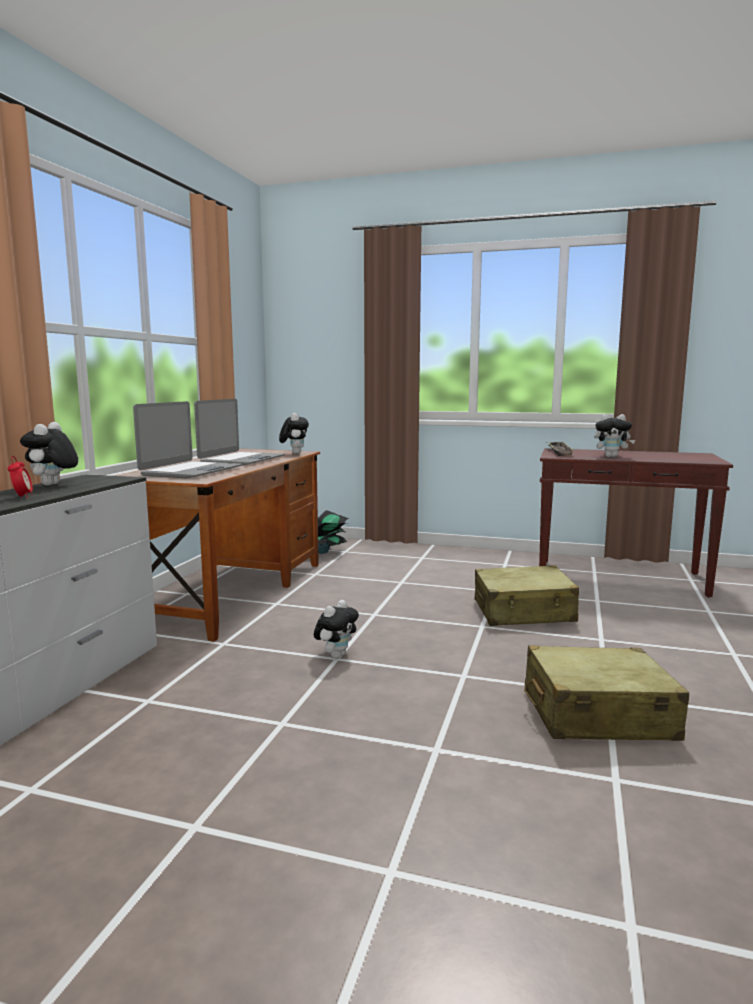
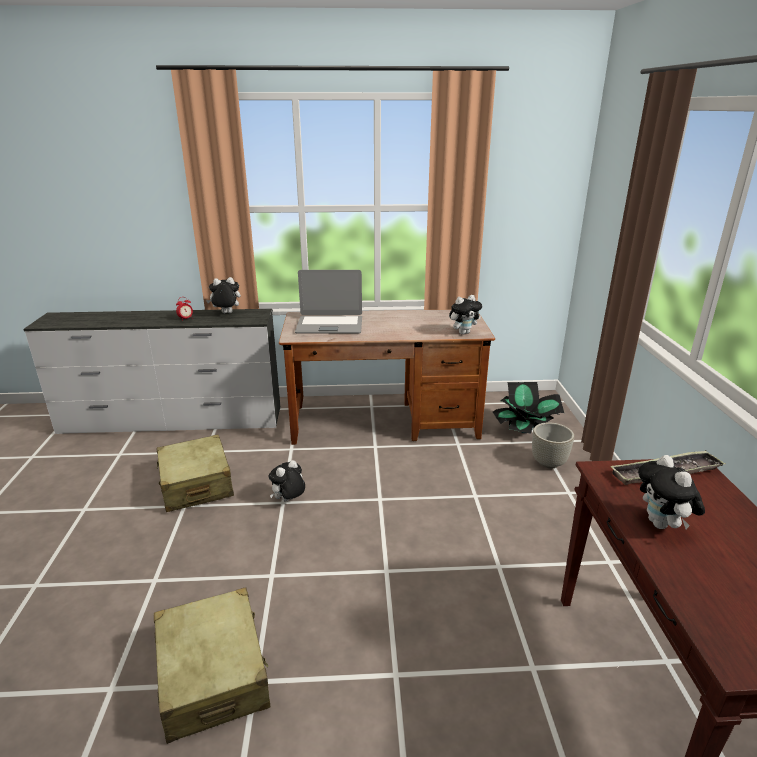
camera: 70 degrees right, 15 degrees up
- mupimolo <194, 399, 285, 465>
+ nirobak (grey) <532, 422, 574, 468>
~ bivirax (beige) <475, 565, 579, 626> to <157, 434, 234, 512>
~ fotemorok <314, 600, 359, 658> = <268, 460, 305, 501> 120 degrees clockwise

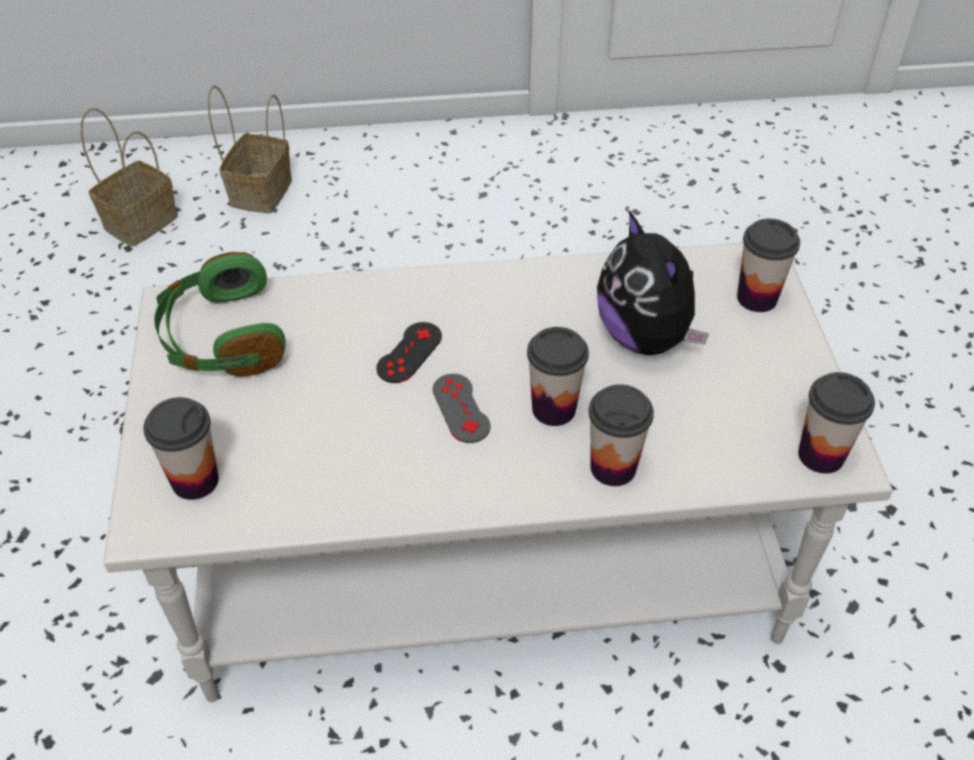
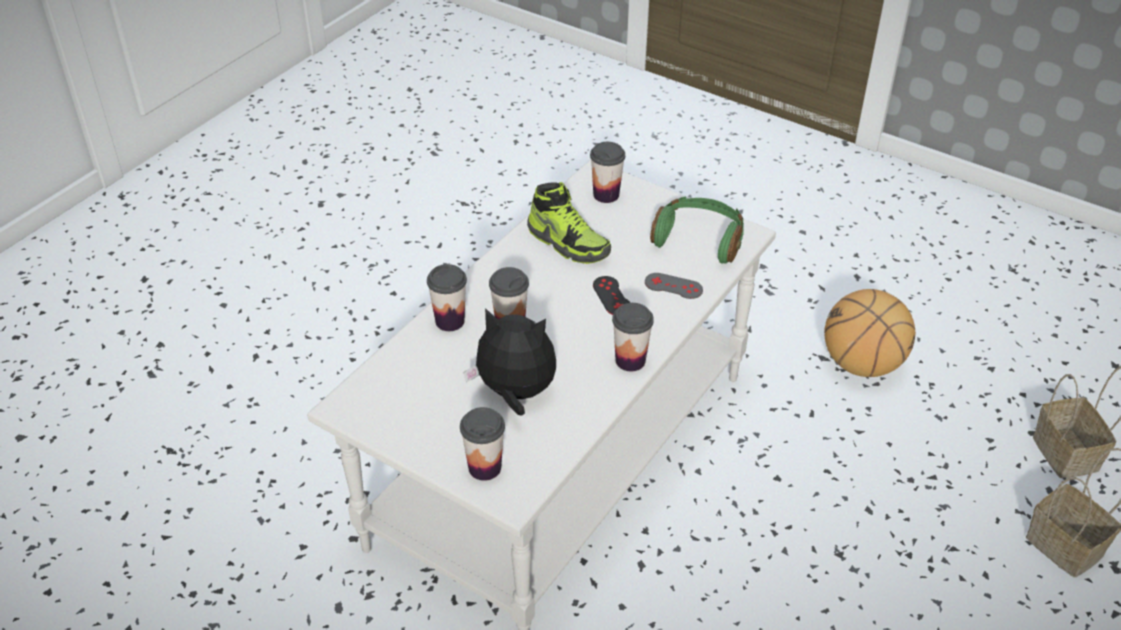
camera: 130 degrees right, 5 degrees down
+ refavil <527, 182, 611, 264>
+ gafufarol <824, 289, 916, 377>
~ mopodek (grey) <433, 374, 491, 443> to <645, 273, 703, 299>
~ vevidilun <798, 372, 875, 474> to <612, 303, 654, 371>

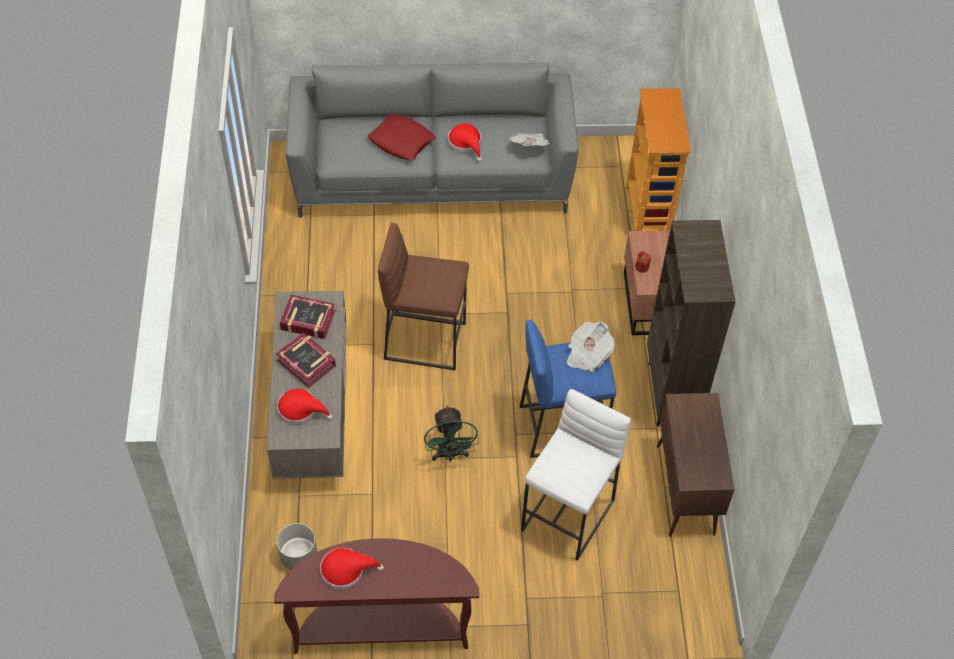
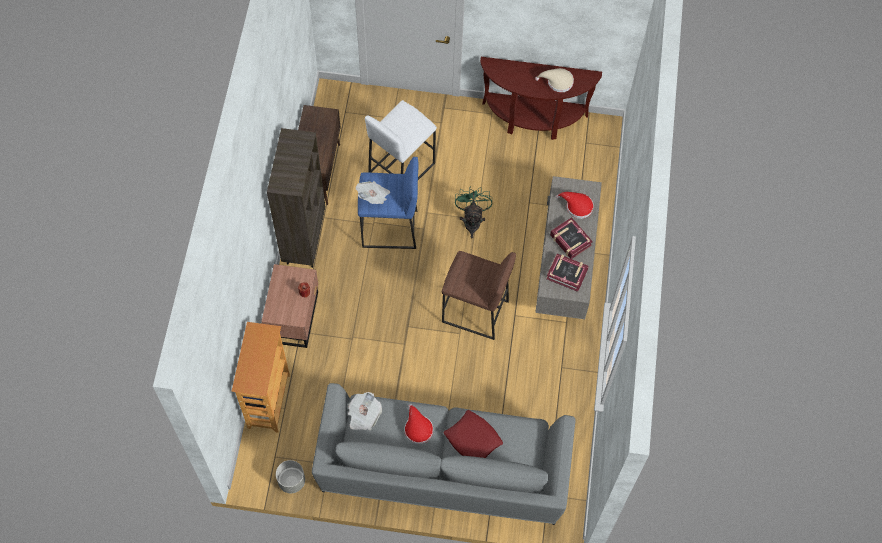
camera: 170 degrees left, 10 degrees up
~ nirobak (grey) <277, 523, 317, 570> to <276, 460, 305, 493>
~ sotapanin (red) <320, 548, 384, 589> to sotapanin (beige) <535, 68, 574, 92>

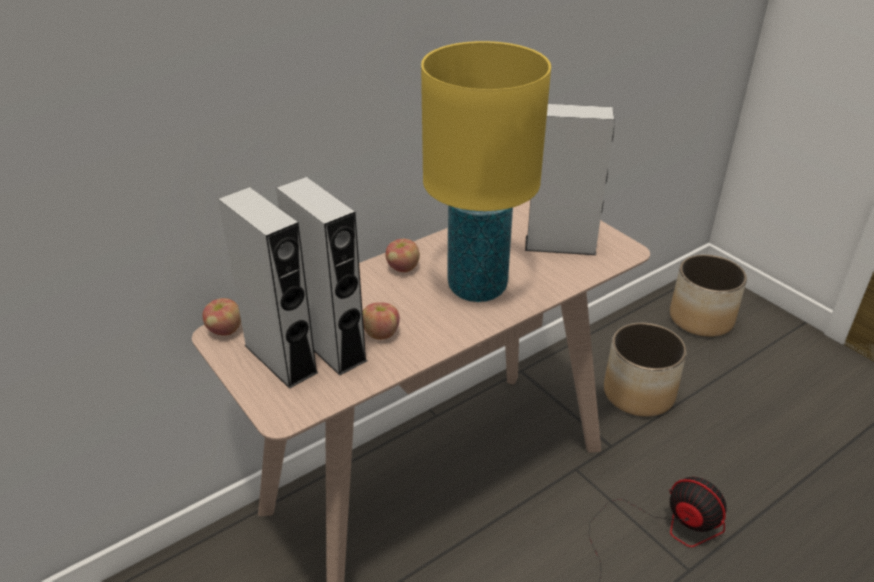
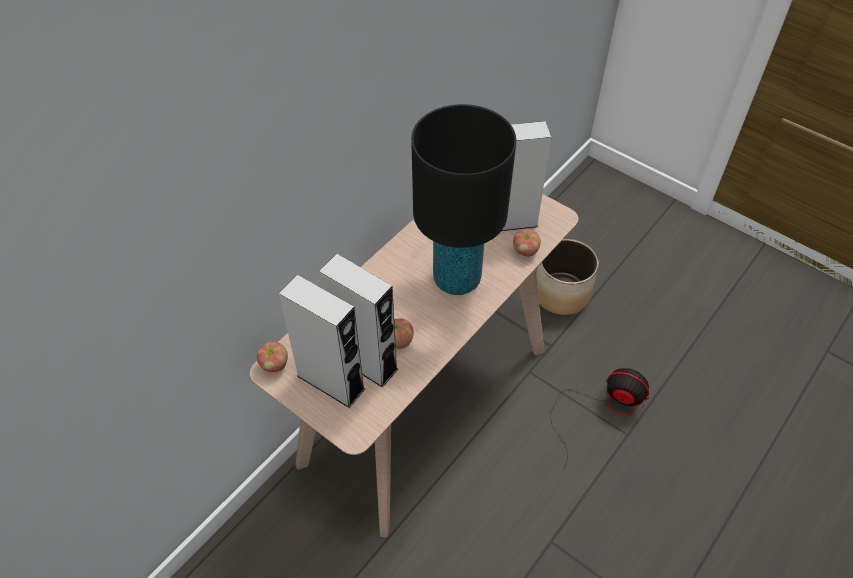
camera: 15 degrees left, 15 degrees up
- nirobak <670, 255, 747, 337>
~ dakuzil <386, 239, 420, 272> to <513, 229, 541, 256>
~ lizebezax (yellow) <421, 41, 551, 302> to lizebezax (black) <411, 104, 516, 295>

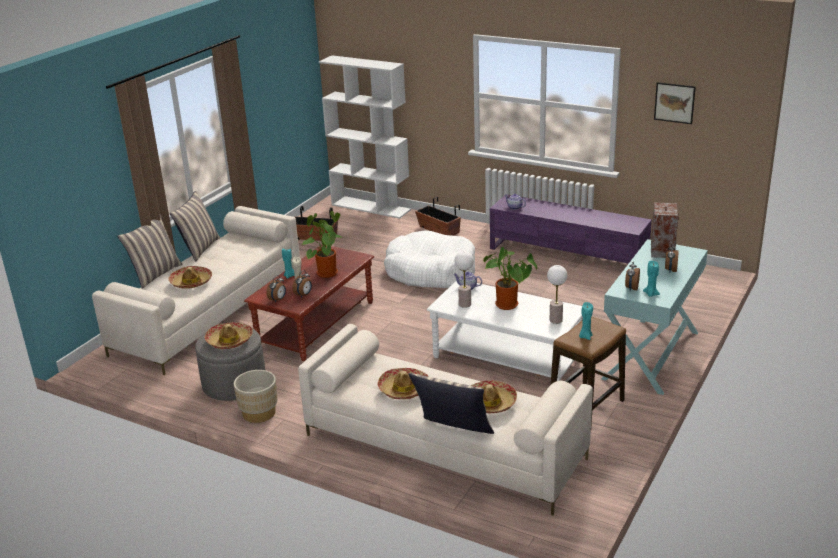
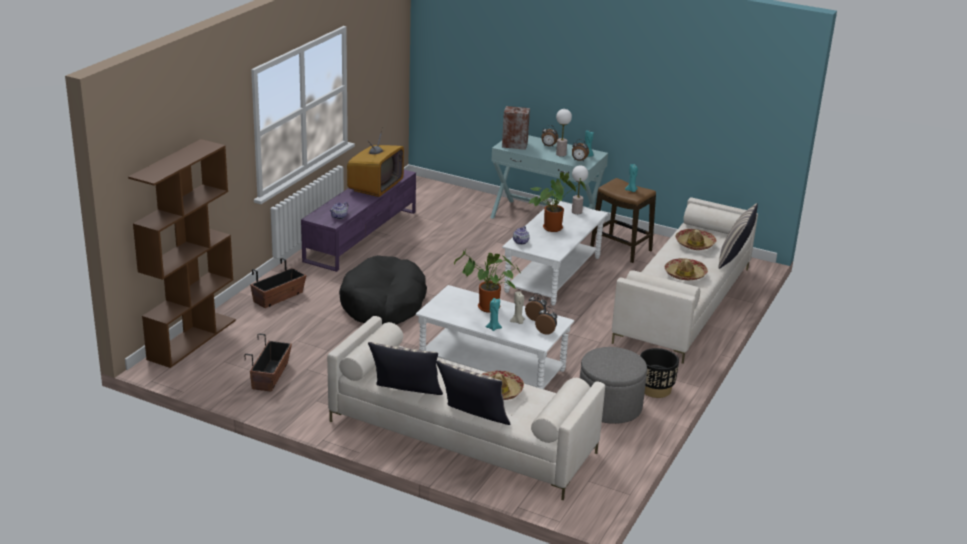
camera: 95 degrees left, 0 degrees up
- sotapanin <204, 322, 253, 349>
- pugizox <654, 82, 696, 124>
+ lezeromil <347, 126, 404, 197>
~ lizebezax <454, 251, 474, 308> to <556, 109, 572, 157>
~ nirobak (beige) <234, 370, 277, 423> to nirobak (black) <640, 348, 679, 398>
~ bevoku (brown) <244, 245, 374, 361> to bevoku (white) <416, 285, 574, 389>
~ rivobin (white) <319, 55, 411, 219> to rivobin (brown) <128, 139, 236, 368>
~ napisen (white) <384, 231, 475, 288> to napisen (black) <339, 255, 427, 325>

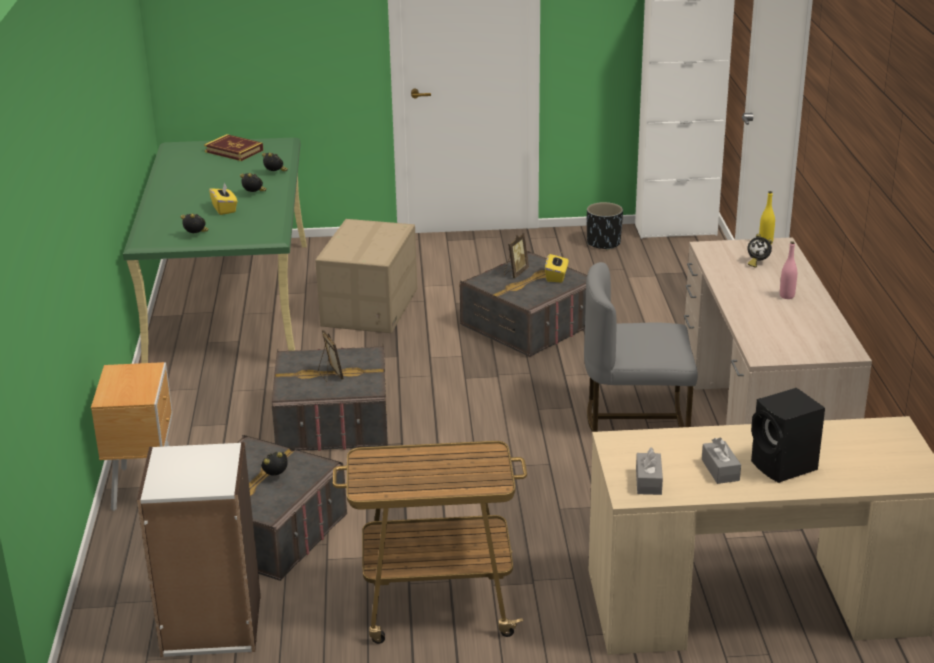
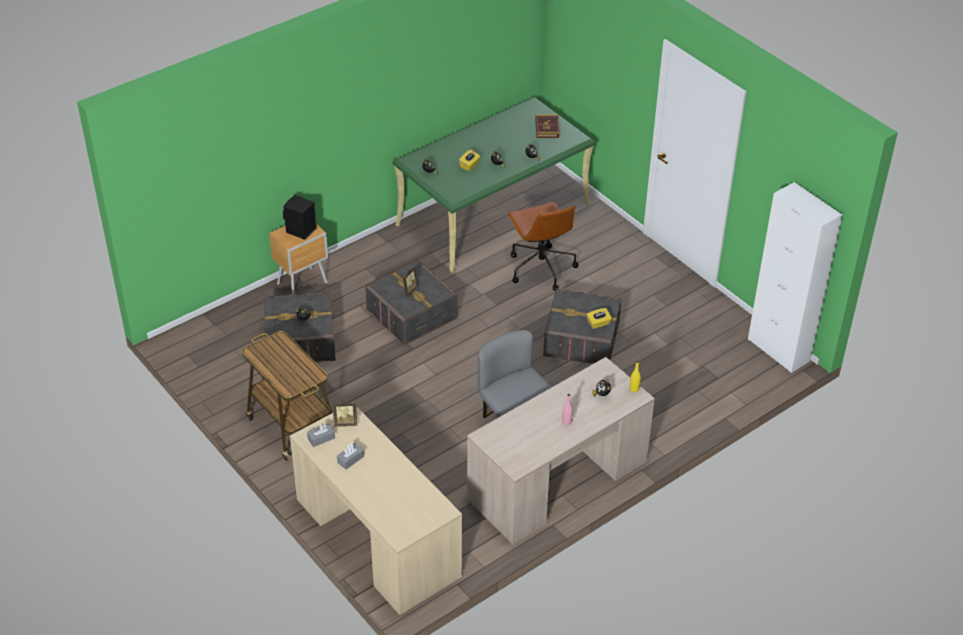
camera: 55 degrees right, 15 degrees up
- rivobin (white) <137, 442, 261, 657>
- nirobak (black) <587, 202, 623, 250>
~ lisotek <504, 233, 529, 278> to <333, 401, 357, 427>
~ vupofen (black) <751, 388, 825, 483> to <283, 195, 317, 240>
~ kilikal <315, 219, 417, 333> to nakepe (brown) <506, 202, 578, 291>

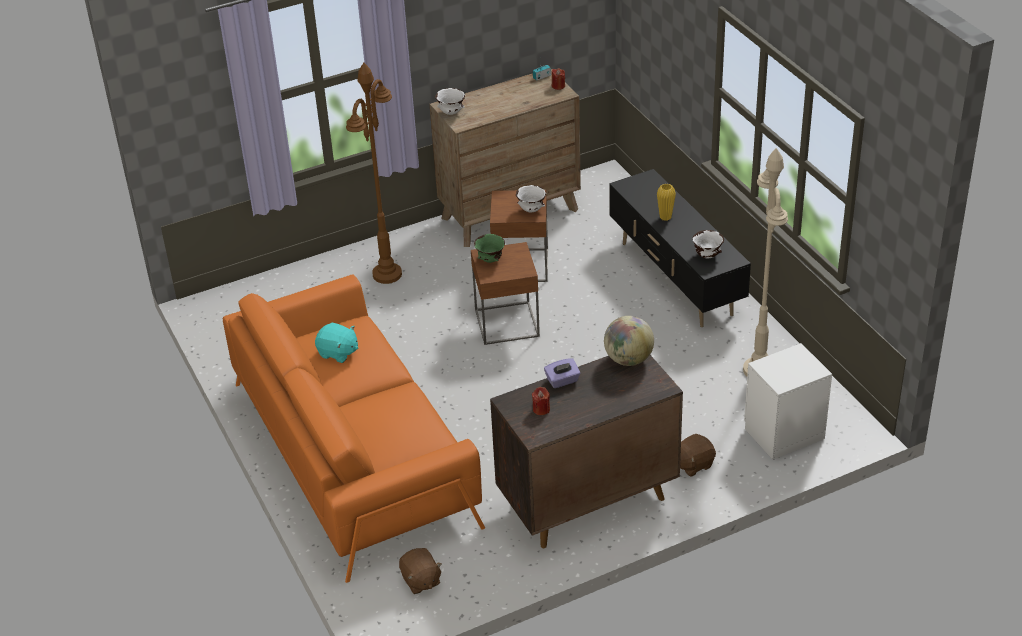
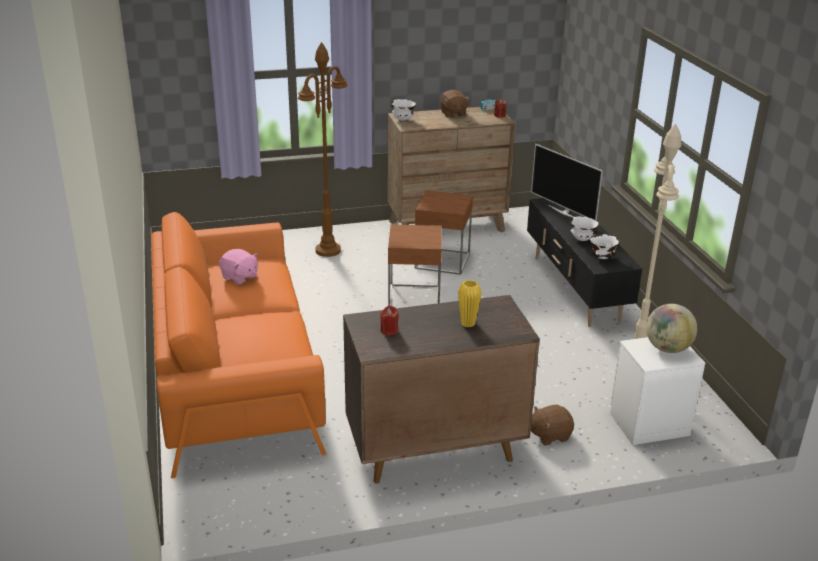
camera: 10 degrees right, 10 degrees down
- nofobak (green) <474, 234, 505, 263>
- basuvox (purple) <544, 358, 580, 388>
+ lezeromil <531, 144, 603, 221>
~ fotemorok (brown) <399, 548, 442, 594> to <440, 90, 470, 118>
~ nofobak (white) <516, 185, 546, 212> to <570, 217, 599, 241>
~ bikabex <604, 316, 654, 366> to <646, 304, 697, 353>
~ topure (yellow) <657, 184, 676, 221> to <458, 280, 481, 327>
~ fotemorok (turquoise) <315, 323, 358, 363> to fotemorok (pink) <219, 249, 258, 285>

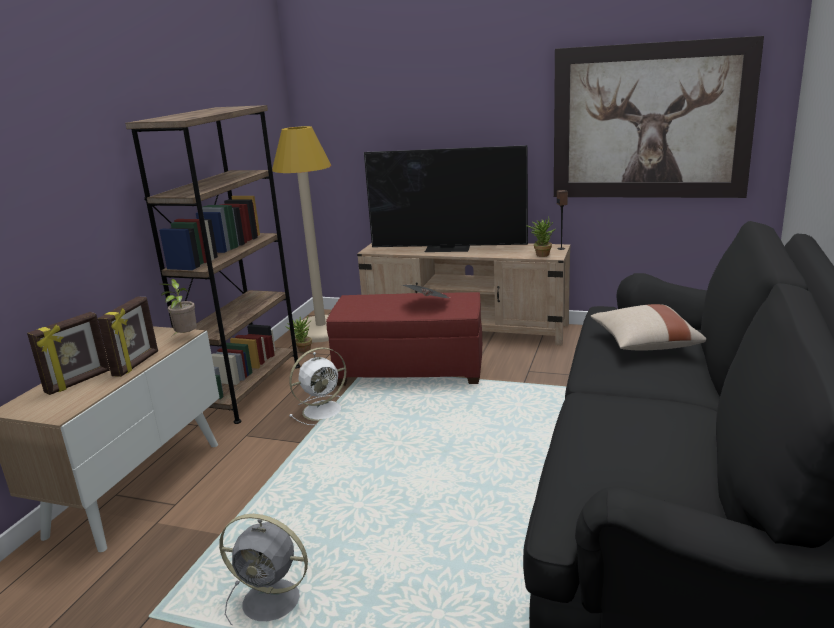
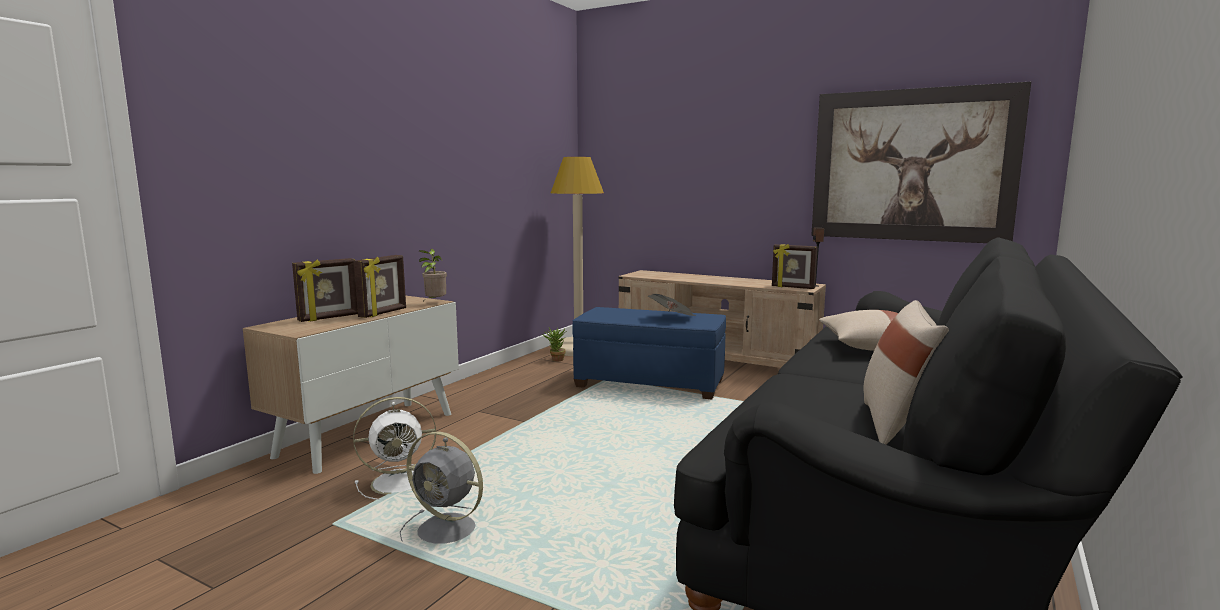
camera: 10 degrees right, 10 degrees down
- rivobin (brown) <125, 105, 300, 424>
- lezeromil <364, 145, 528, 252>
+ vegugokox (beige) <863, 300, 949, 445>
~ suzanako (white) <289, 347, 346, 425> to <353, 397, 436, 500>
~ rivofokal <526, 218, 555, 257> to lisotek <772, 244, 818, 289>
~ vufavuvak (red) <326, 292, 482, 386> to vufavuvak (blue) <572, 307, 726, 399>

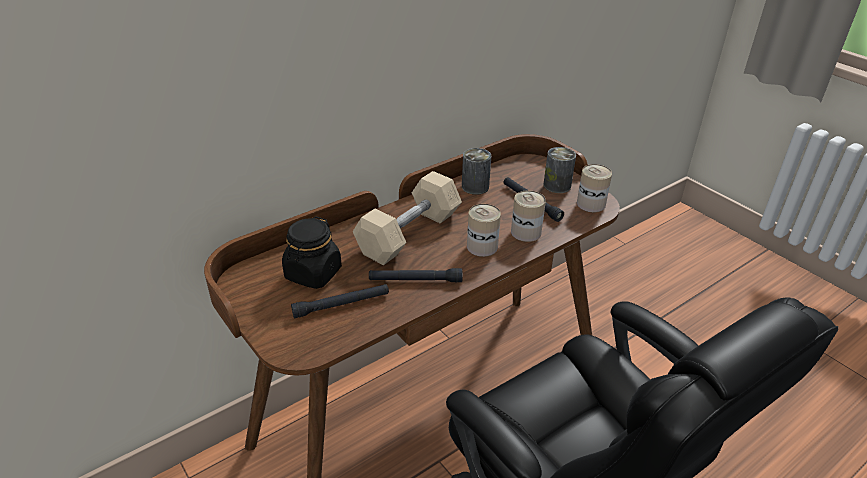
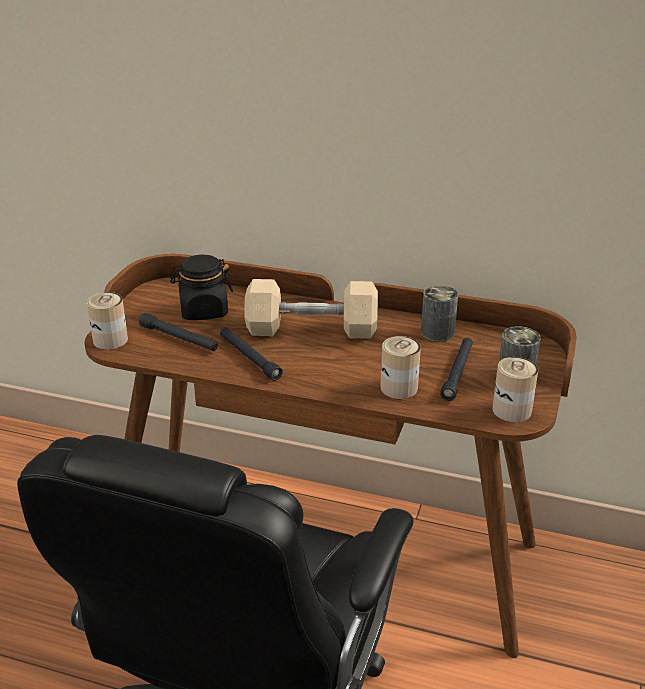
camera: 55 degrees right, 5 degrees down
~ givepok <467, 204, 501, 257> to <87, 292, 128, 350>

